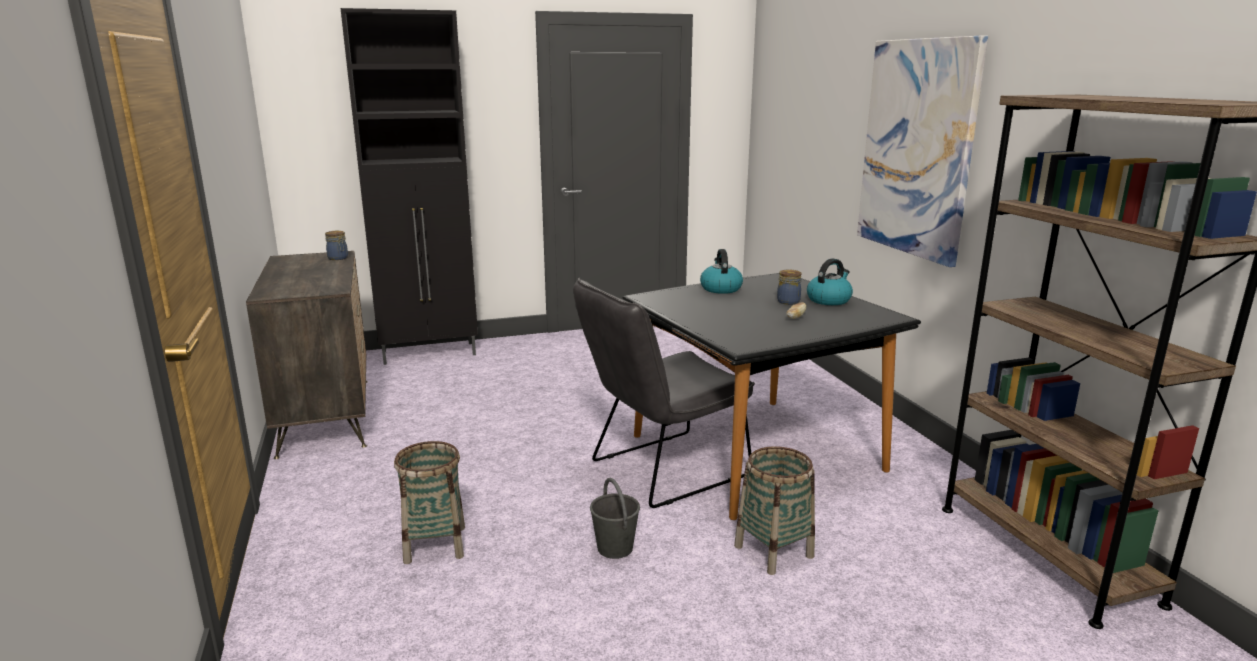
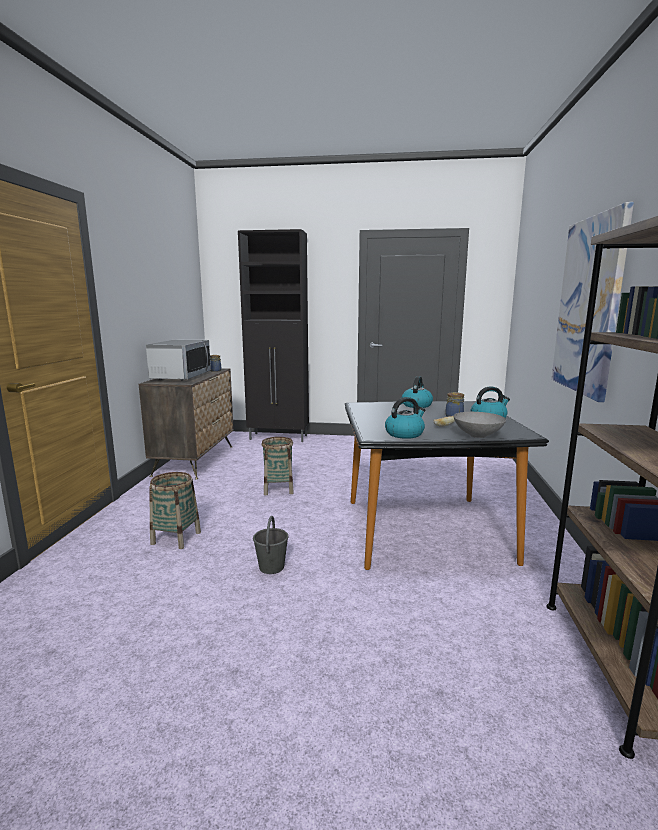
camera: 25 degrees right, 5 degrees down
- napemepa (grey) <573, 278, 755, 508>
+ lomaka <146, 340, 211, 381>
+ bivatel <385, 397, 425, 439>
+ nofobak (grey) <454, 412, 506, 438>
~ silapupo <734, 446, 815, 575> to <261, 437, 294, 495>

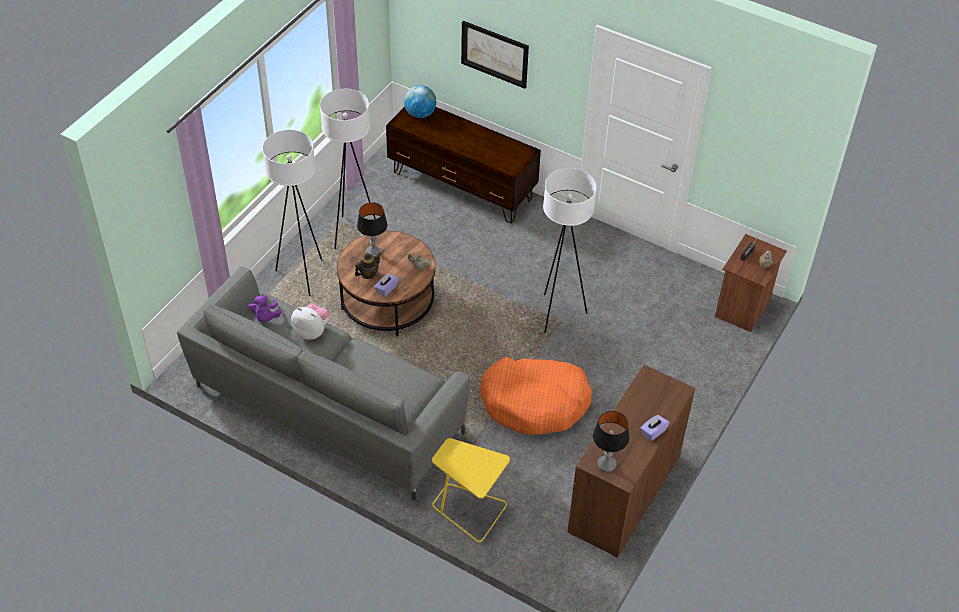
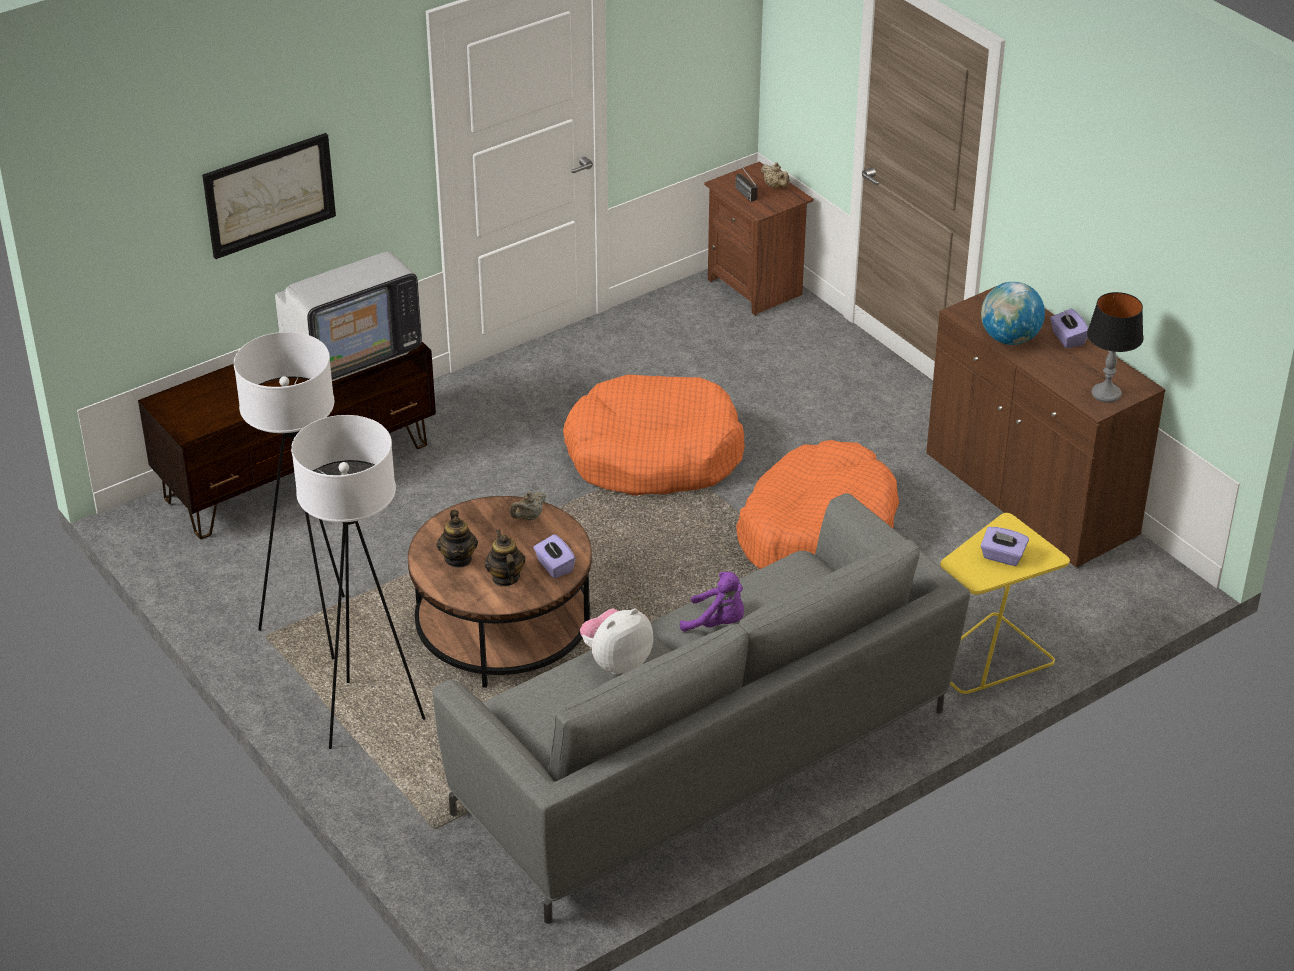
camera: 65 degrees left, 10 degrees down
+ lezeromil <275, 252, 422, 381>
+ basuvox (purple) <980, 527, 1029, 566>
~ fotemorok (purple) <248, 295, 281, 322> to <680, 572, 744, 632>
~ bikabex <404, 85, 436, 118> to <981, 282, 1045, 345>
~ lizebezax <357, 202, 388, 257> to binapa <437, 510, 478, 568>
~ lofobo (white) <543, 168, 597, 333> to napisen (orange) <563, 375, 745, 496>

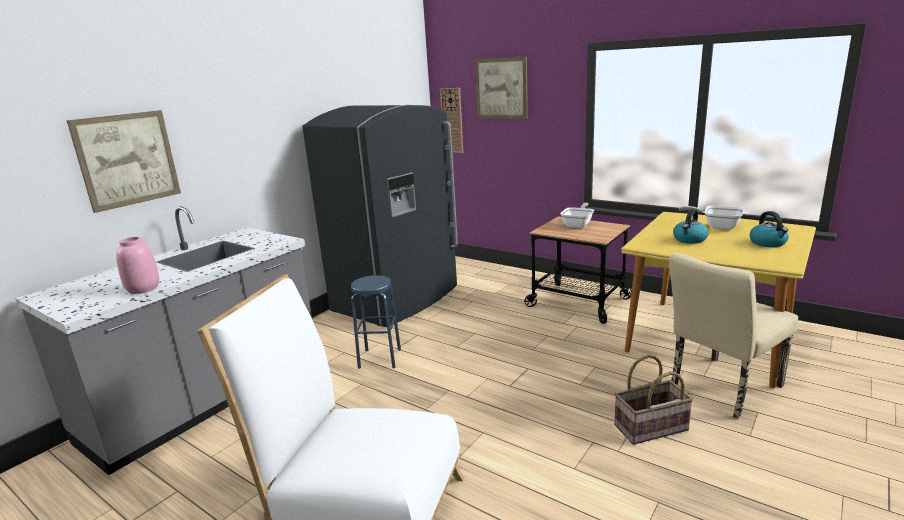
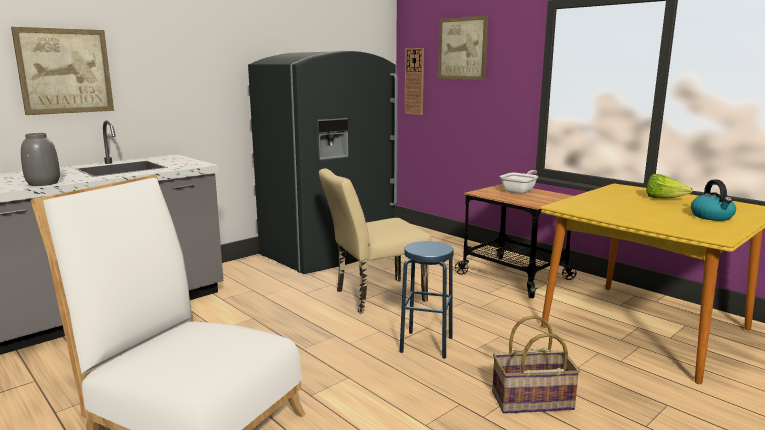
camera: 10 degrees right, 5 degrees down
- bivatel <673, 209, 709, 244>
~ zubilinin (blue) <351, 275, 401, 369> to <400, 241, 454, 359>
~ napemepa (beige) <669, 253, 798, 419> to <319, 168, 431, 314>
~ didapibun <679, 205, 744, 230> to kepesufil <646, 174, 693, 198>
~ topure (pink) <116, 237, 159, 294> to topure (grey) <21, 133, 60, 186>

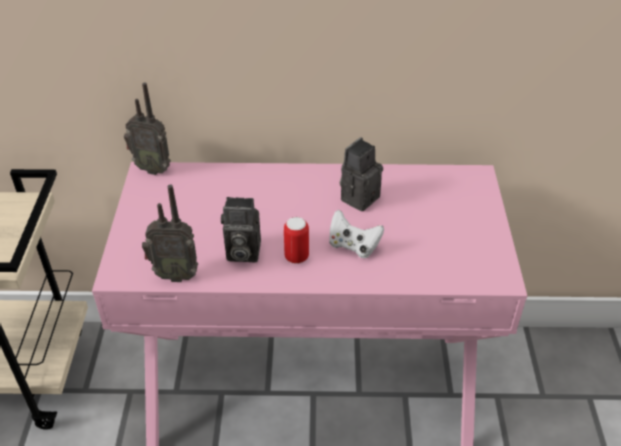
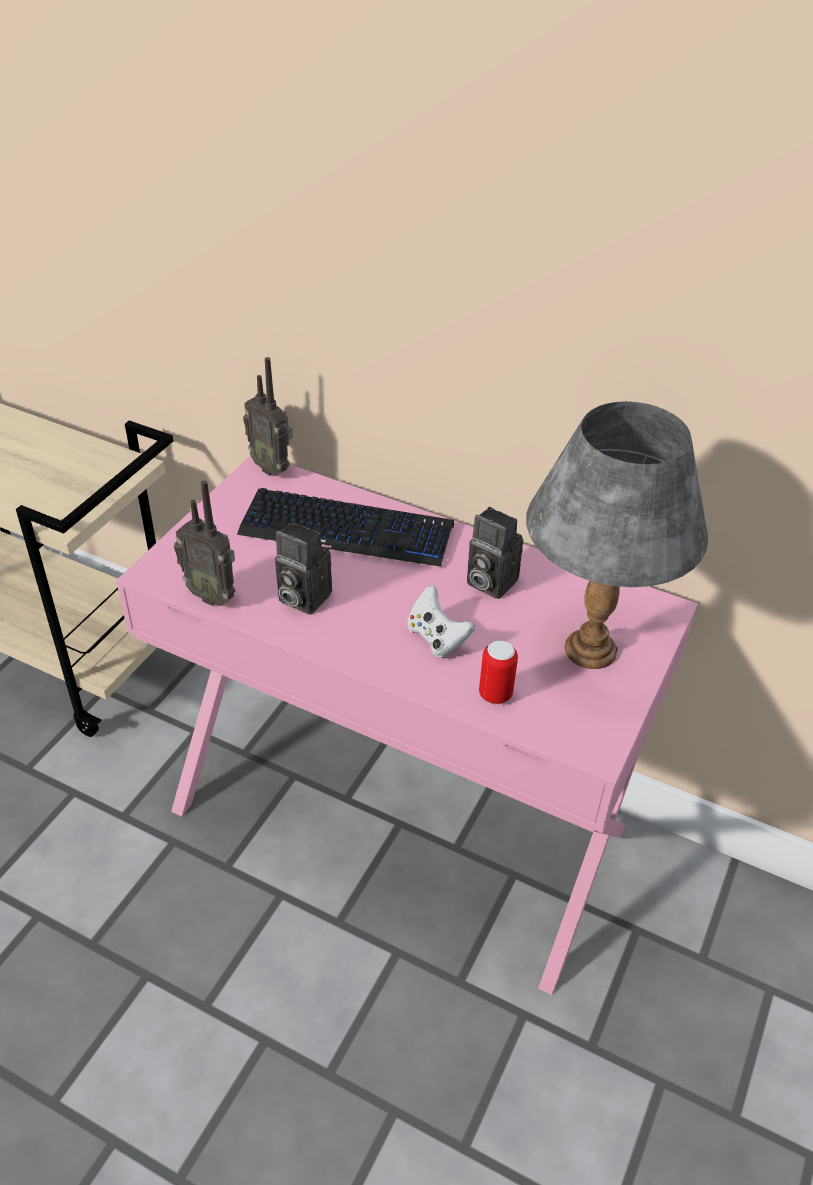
camera: 25 degrees right, 0 degrees up
+ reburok <237, 488, 454, 567>
+ lizebezax (grey) <526, 401, 708, 669>
~ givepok <284, 217, 309, 264> to <479, 640, 518, 704>
~ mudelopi <340, 137, 383, 212> = <467, 507, 523, 599> 120 degrees counterclockwise

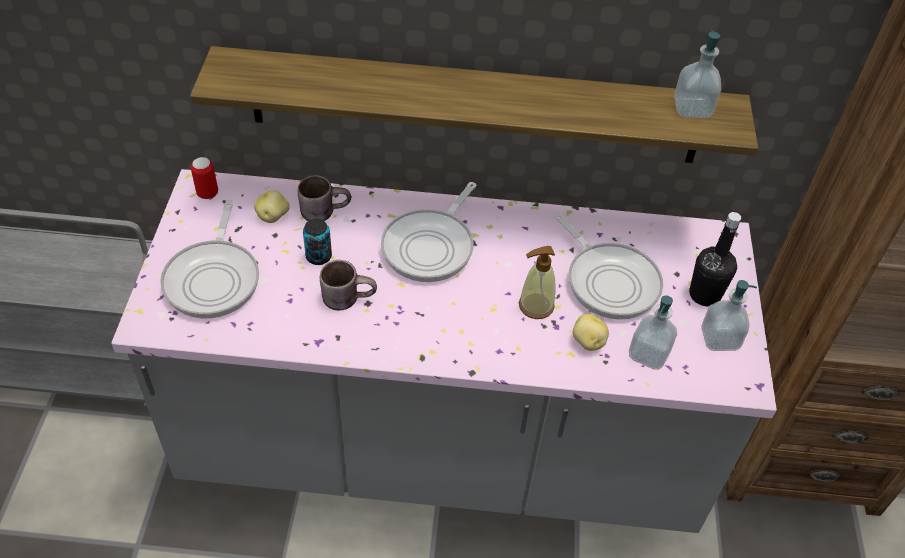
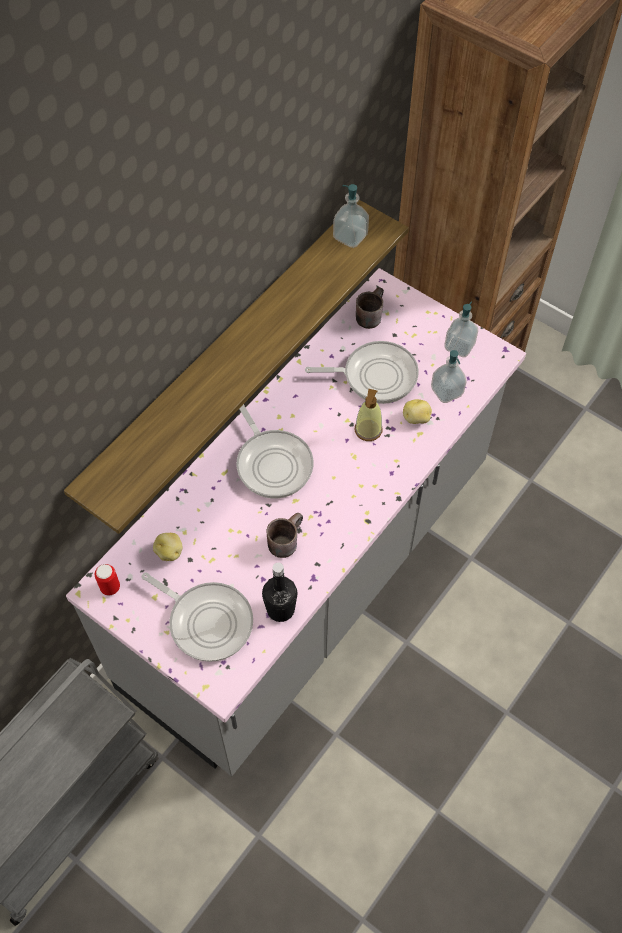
camera: 55 degrees left, 10 degrees up
- givepok <303, 219, 332, 265>
~ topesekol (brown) <298, 175, 351, 221> to <356, 287, 384, 329>
~ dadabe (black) <689, 212, 741, 306> to <262, 563, 297, 622>

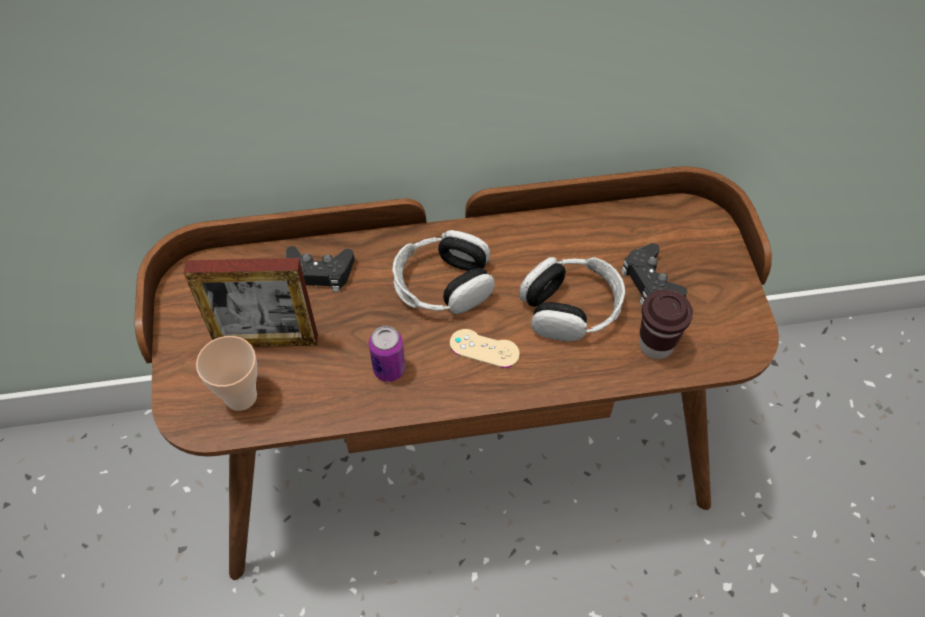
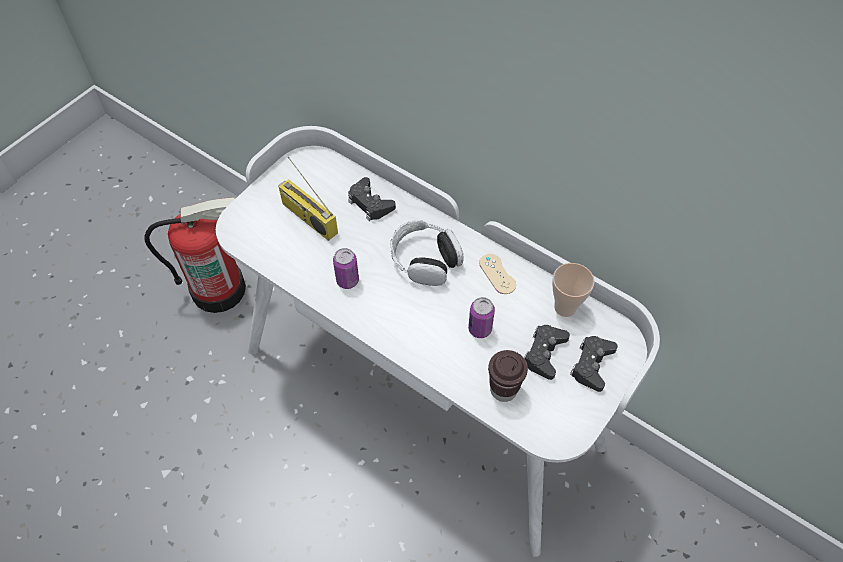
camera: 45 degrees right, 0 degrees up
+ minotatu <144, 198, 246, 313>
+ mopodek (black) <570, 336, 618, 392>
~ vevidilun <196, 336, 257, 411> to <552, 263, 595, 317>
~ mopodek (beige) <450, 329, 520, 368> to <479, 254, 516, 294>
~ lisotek <184, 258, 318, 347> to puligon <278, 157, 338, 241>
~ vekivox <519, 257, 625, 342> to givepok <468, 297, 495, 338>
~ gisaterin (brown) <135, 166, 779, 580> to gisaterin (white) <216, 126, 660, 557>

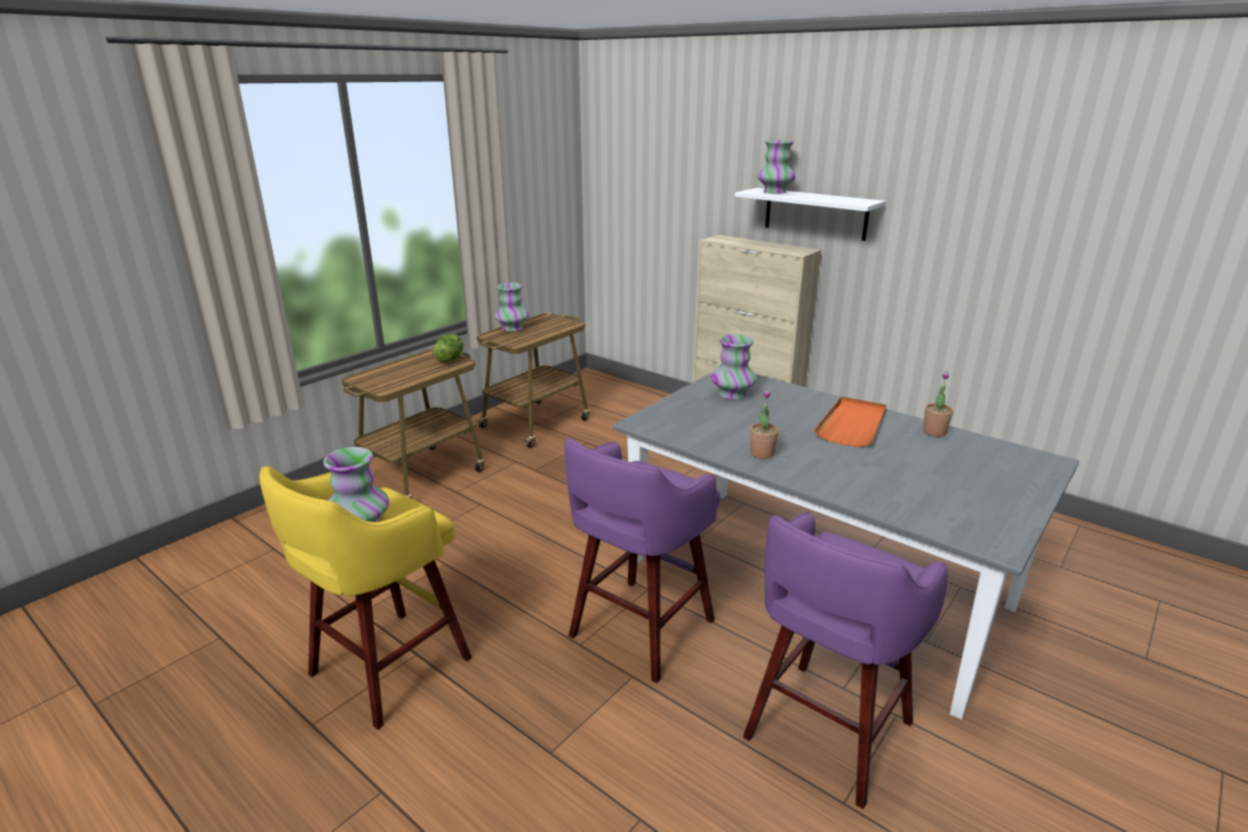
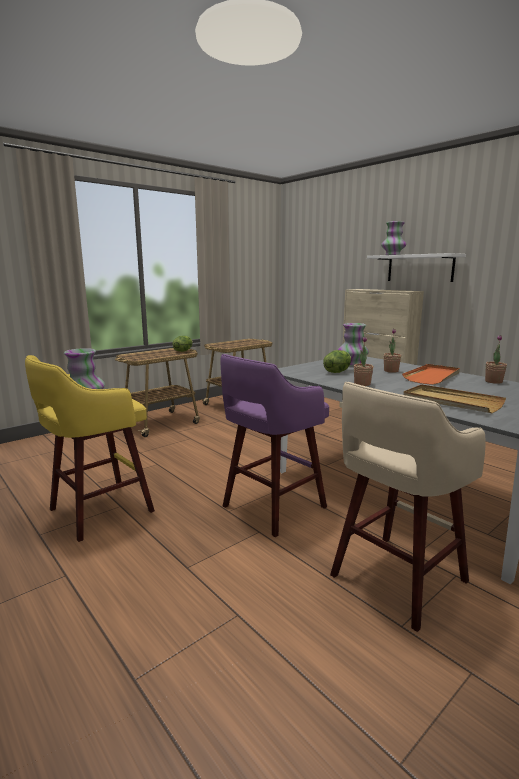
camera: 10 degrees right, 10 degrees down
- topure <495, 282, 529, 332>
+ kepesufil <323, 350, 351, 373>
+ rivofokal <384, 329, 401, 373>
+ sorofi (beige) <403, 384, 506, 413>
~ zubilinin (purple) <743, 512, 948, 809> to zubilinin (beige) <330, 382, 486, 632>

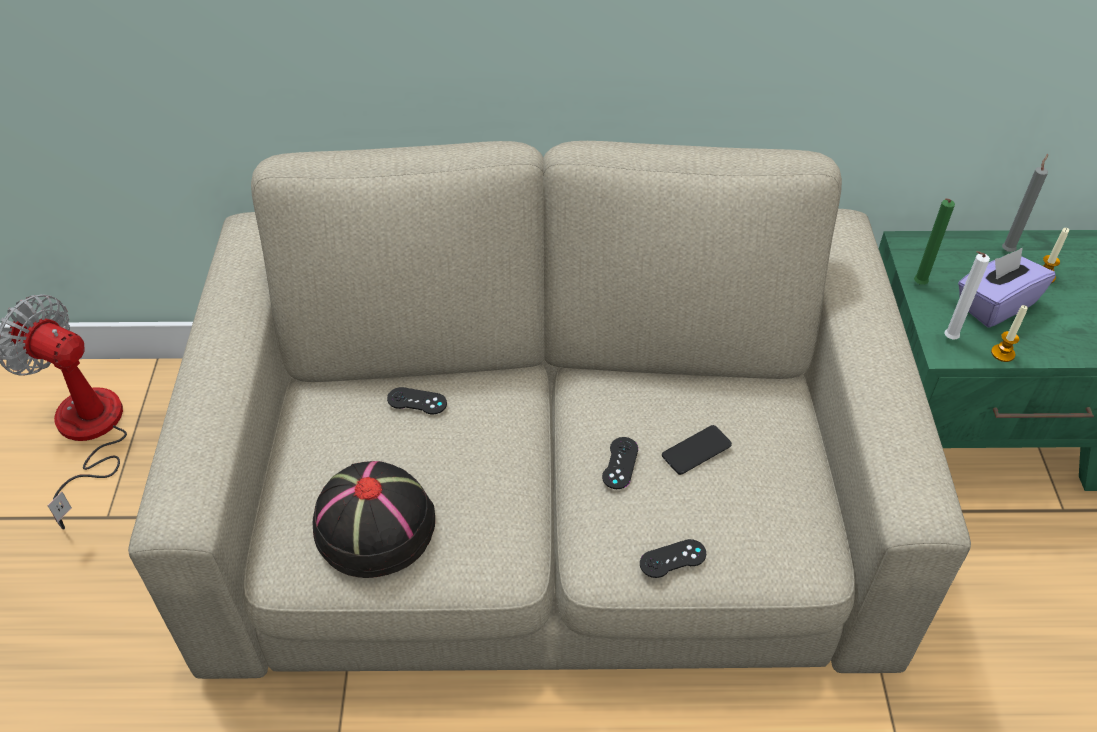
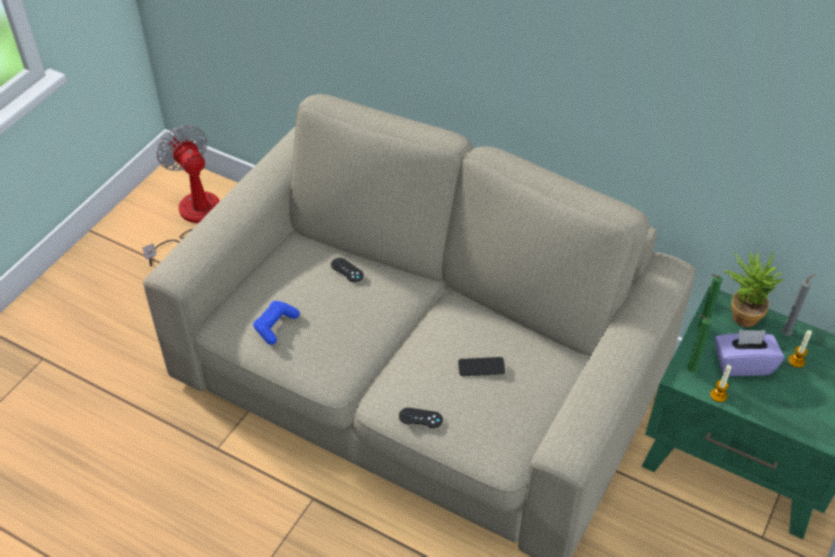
camera: 30 degrees right, 0 degrees up
- mopodek (black) <602, 437, 638, 489>
+ rivofokal <723, 252, 784, 327>
~ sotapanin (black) <313, 461, 435, 578> to mopodek (blue) <253, 301, 299, 345>
~ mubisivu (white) <944, 251, 990, 340> to mubisivu (green) <686, 314, 712, 373>

